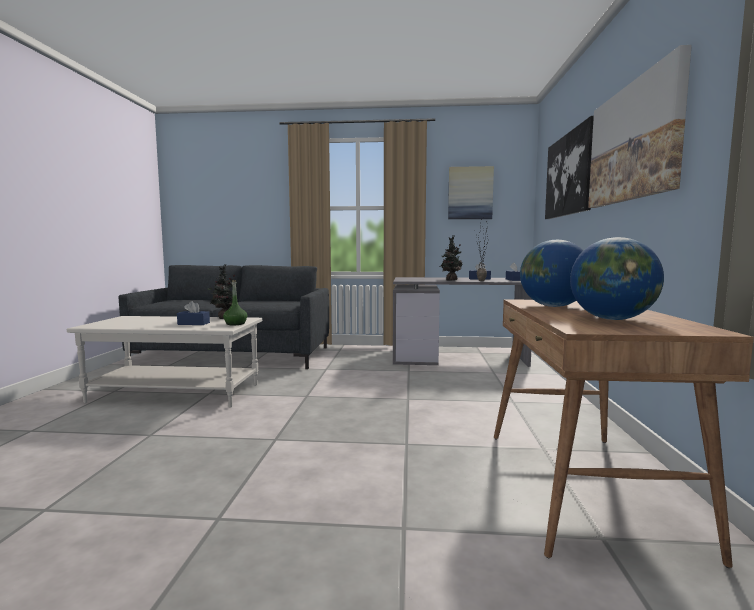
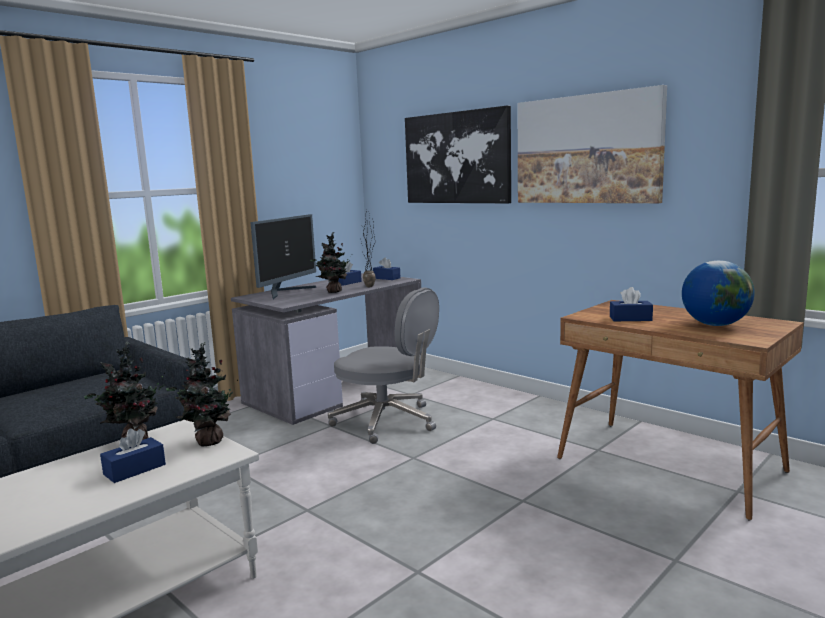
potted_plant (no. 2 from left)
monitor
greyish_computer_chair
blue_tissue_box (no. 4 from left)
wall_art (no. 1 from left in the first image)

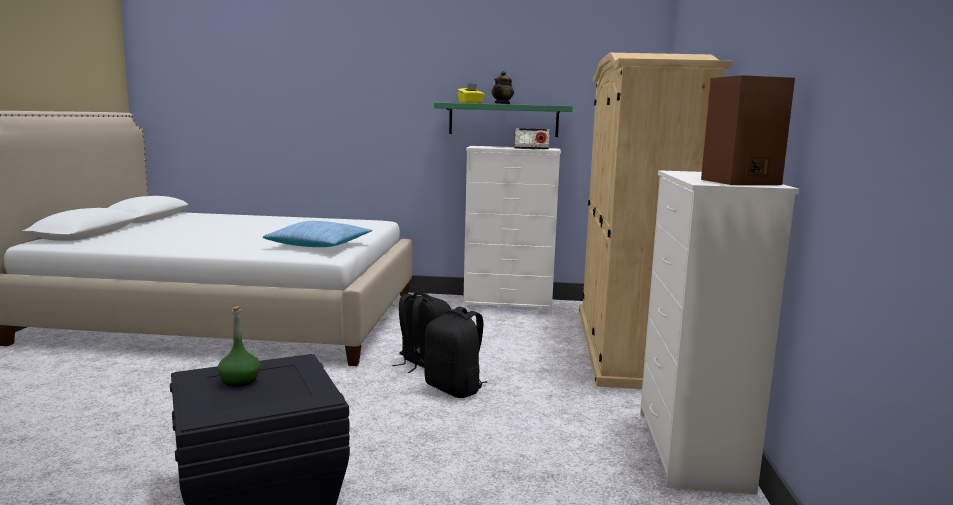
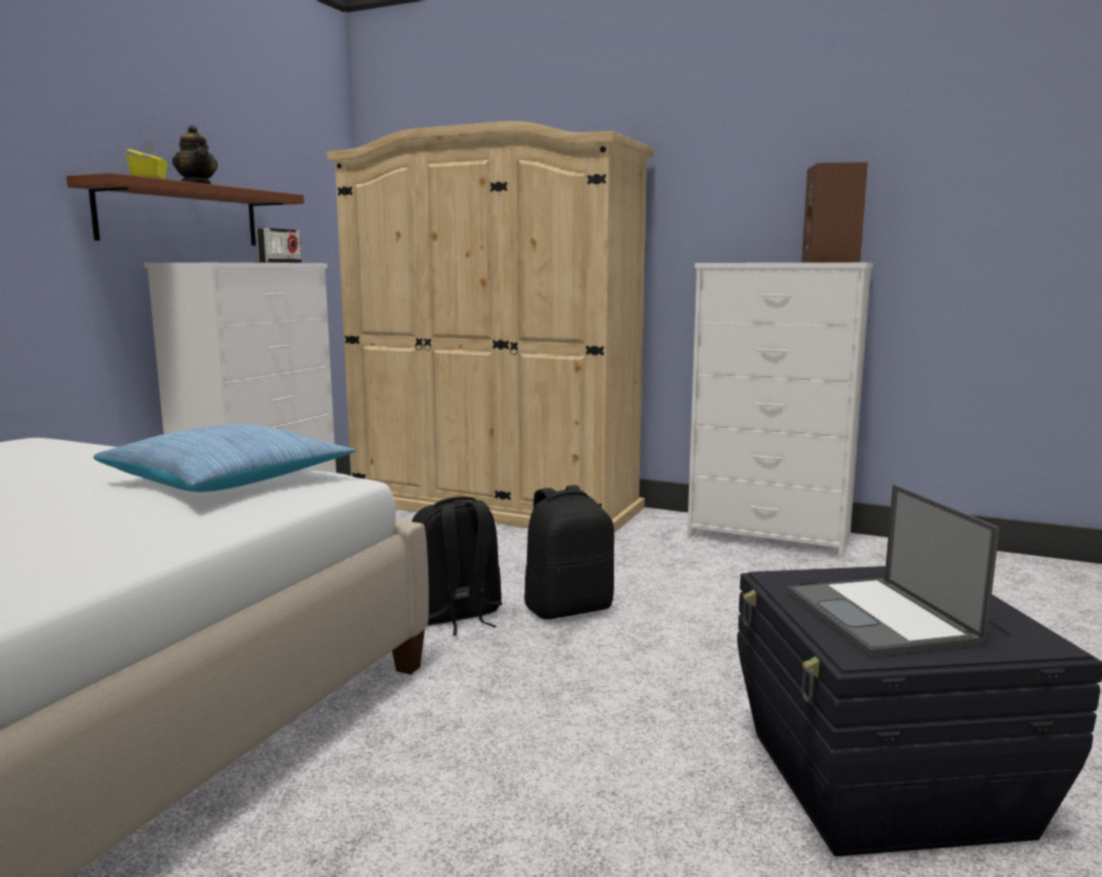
brown_wall_shelf
laptop

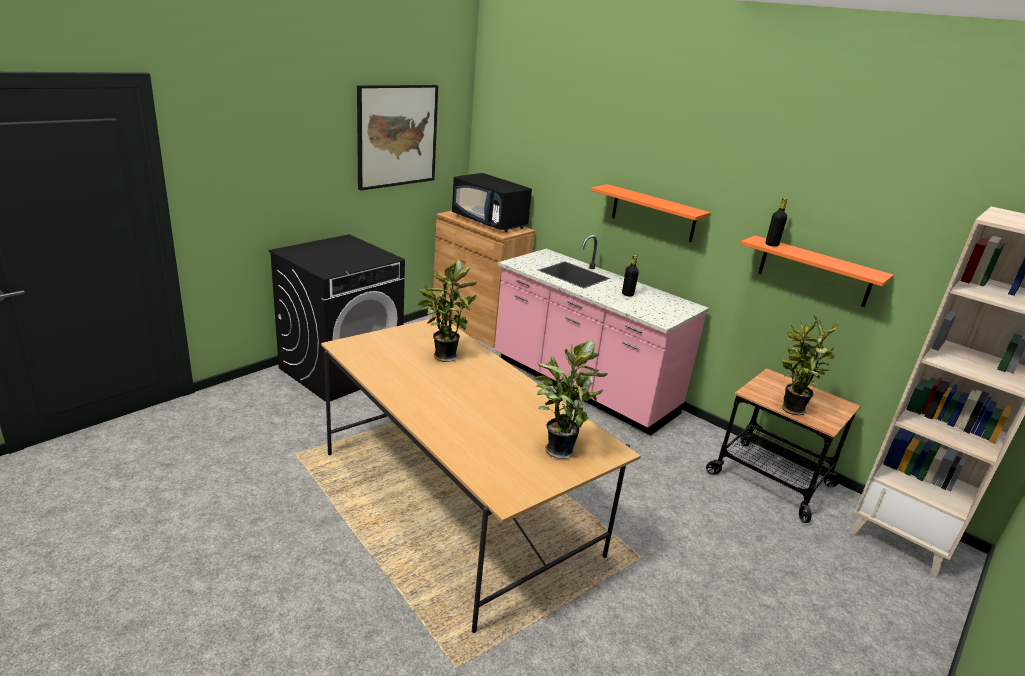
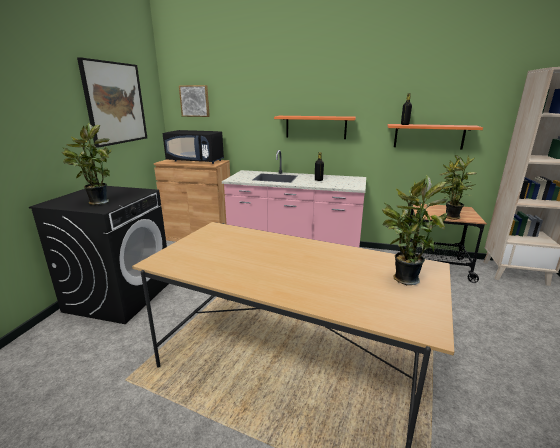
potted_plant (no. 1 from left)
wall_art (no. 2 from left)

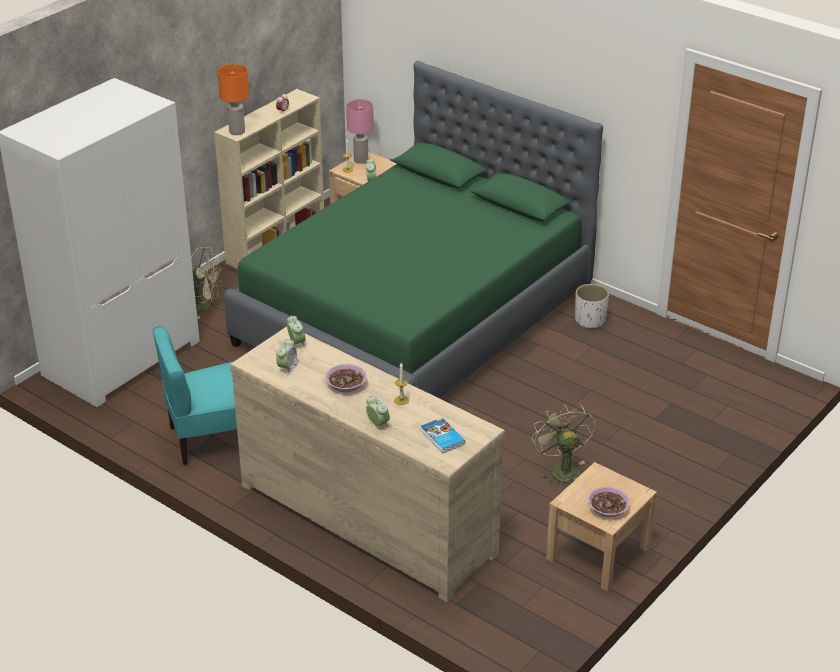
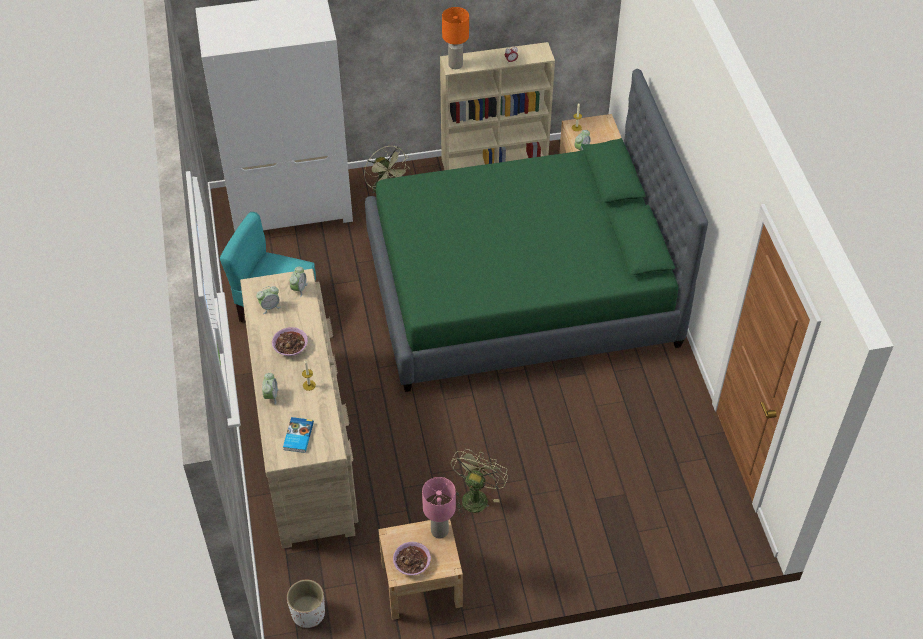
white_flower_pot
pink_lamp_for_a_table

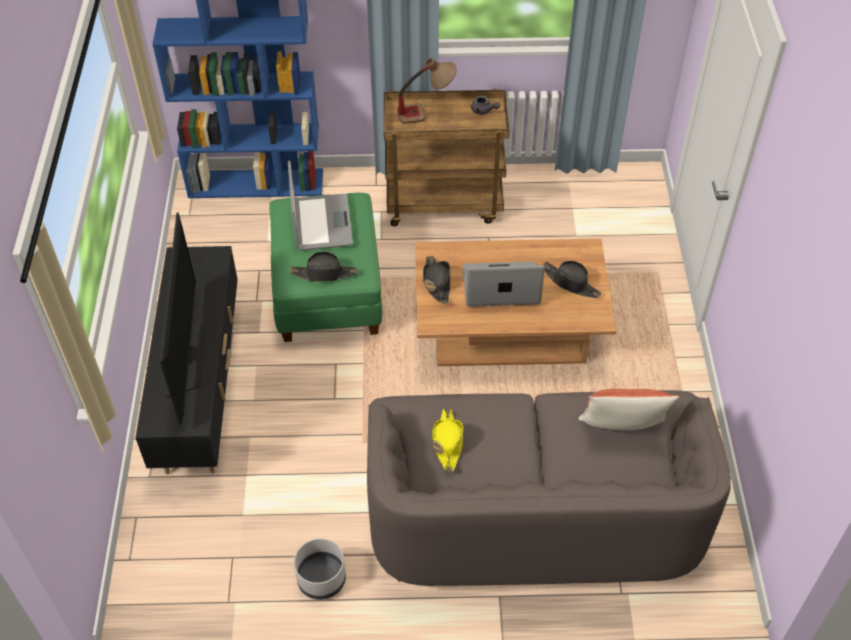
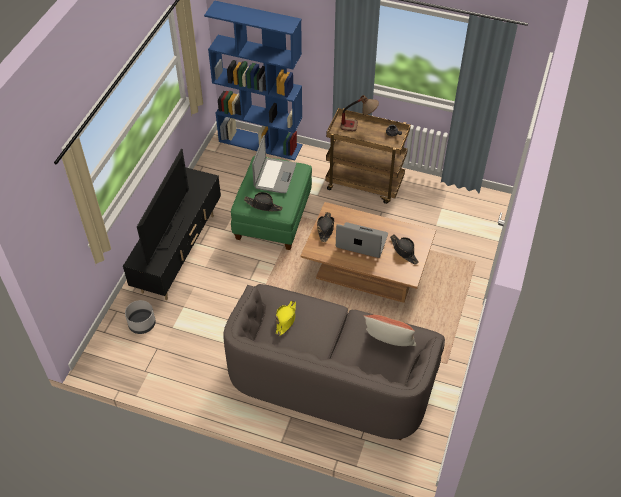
greyish_flower_pot

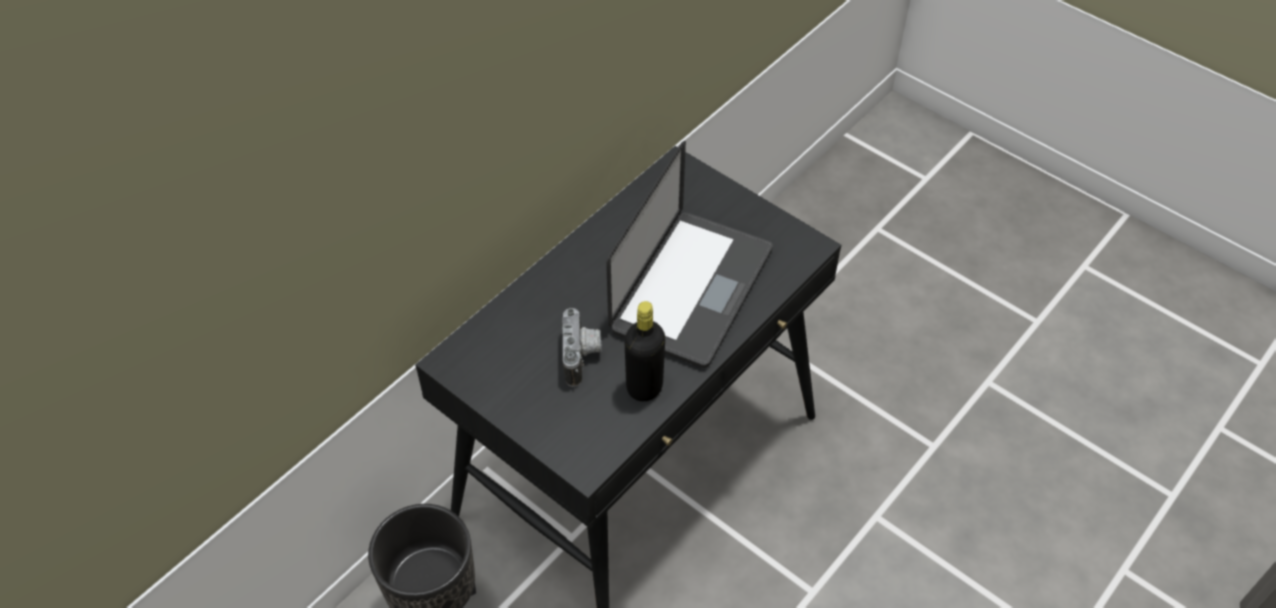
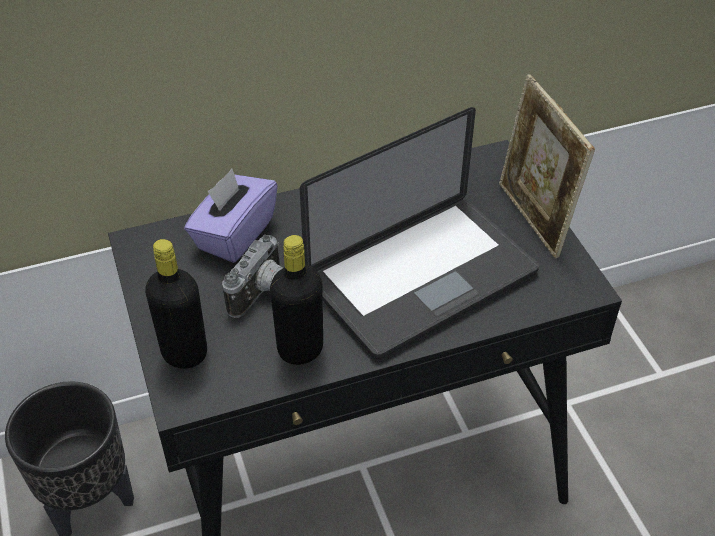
black-coloured_beverage_bottle (no. 1 from left)
purple_tissue_box
photo_frame

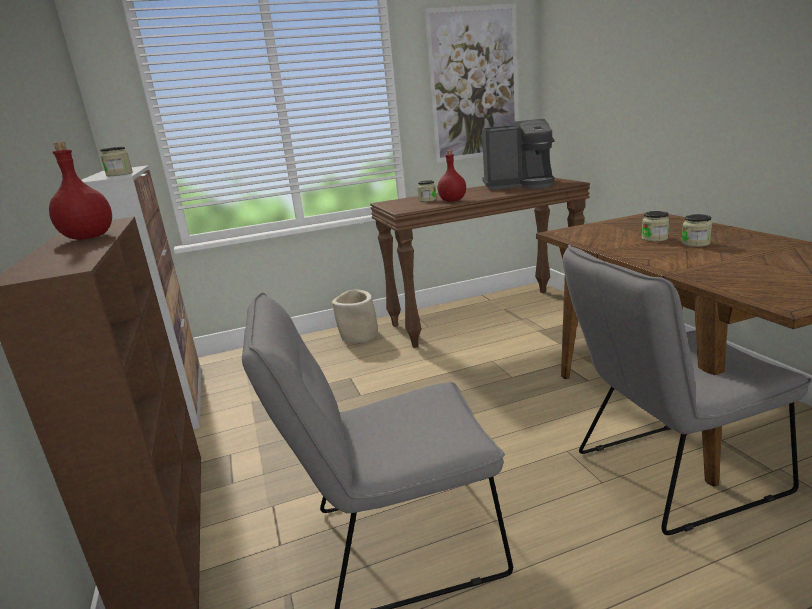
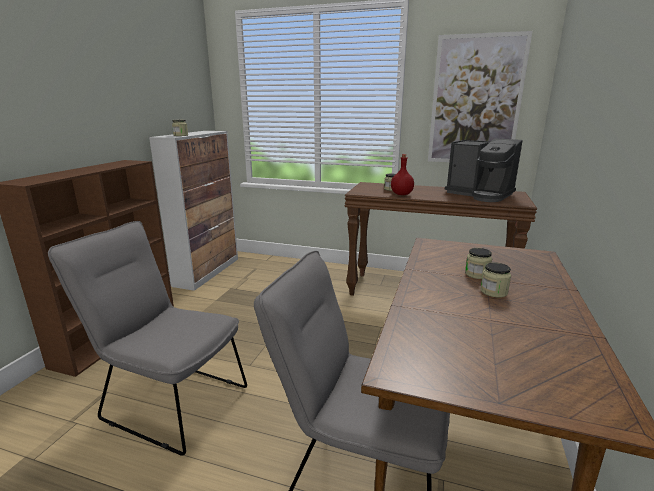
red-coloured_beverage_bottle (no. 1 from left in the first image)
beige_flower_pot

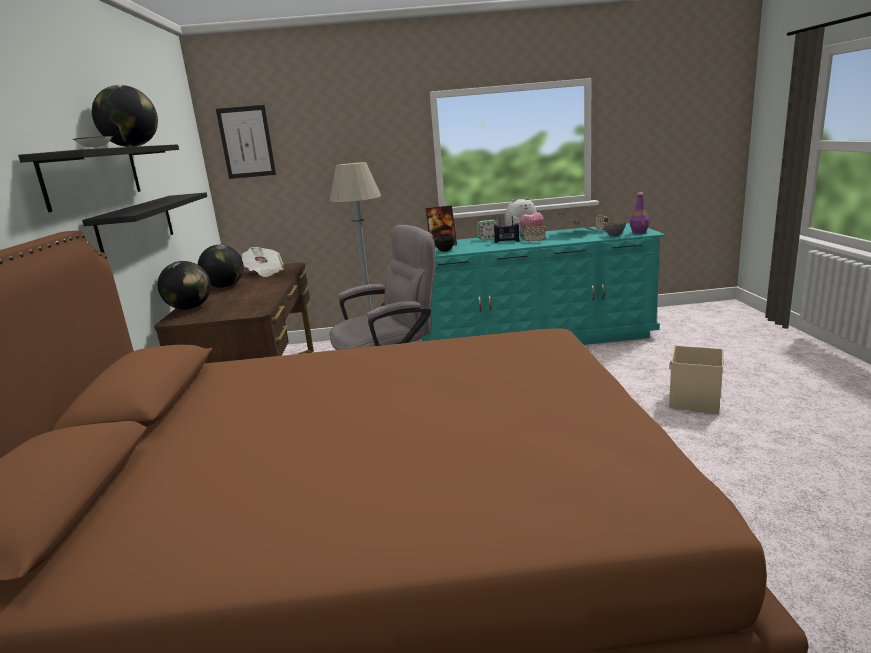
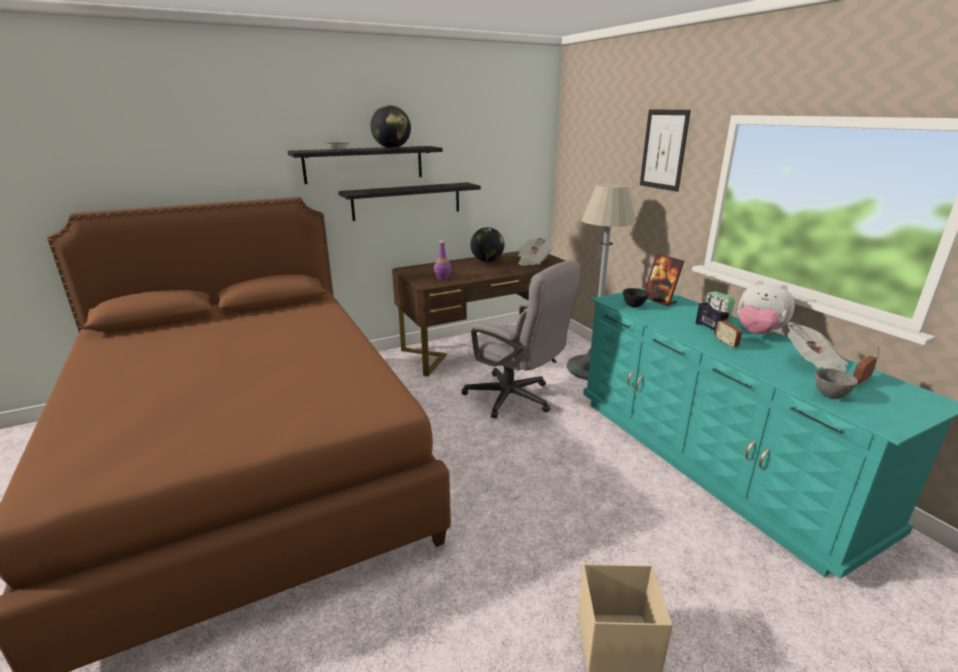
purple_beverage_bottle
wall_art
world_globe (no. 2 from left in the first image)

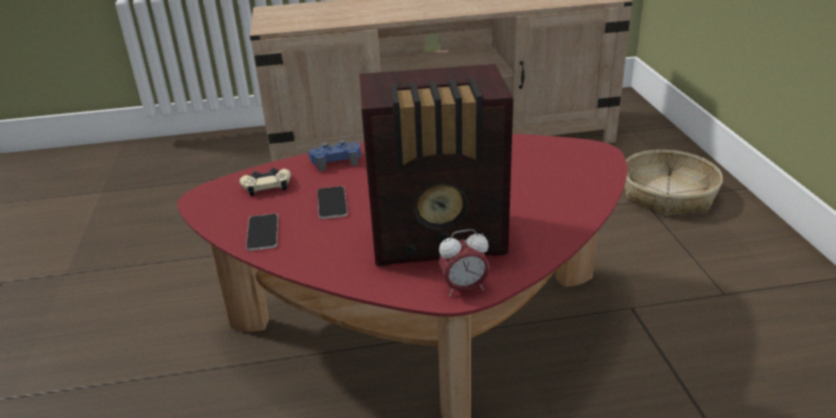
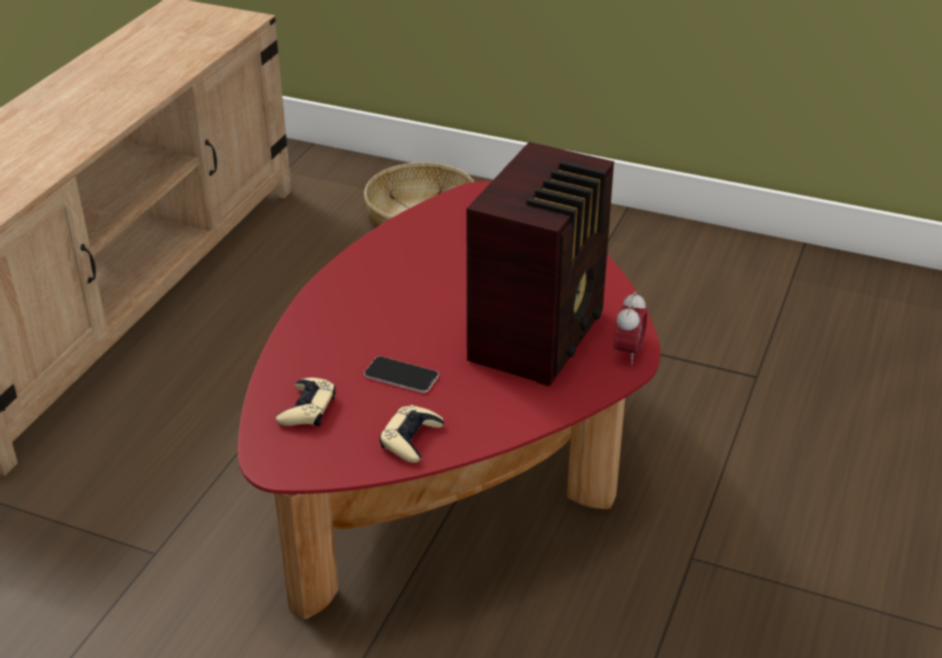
beige_gamepad (no. 2 from left)
blue_gamepad

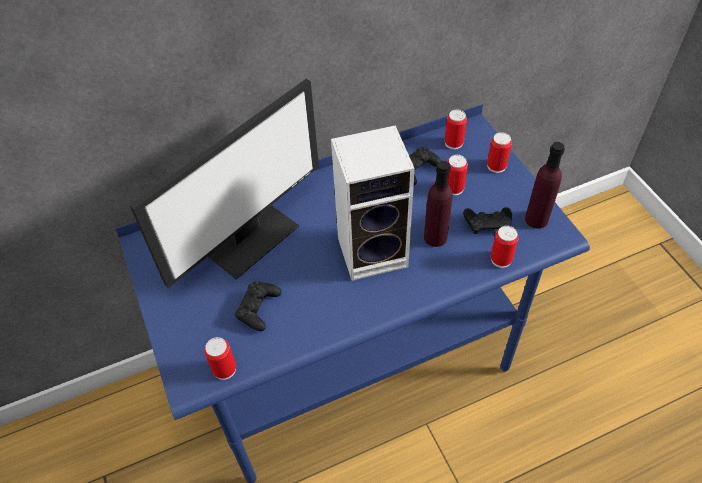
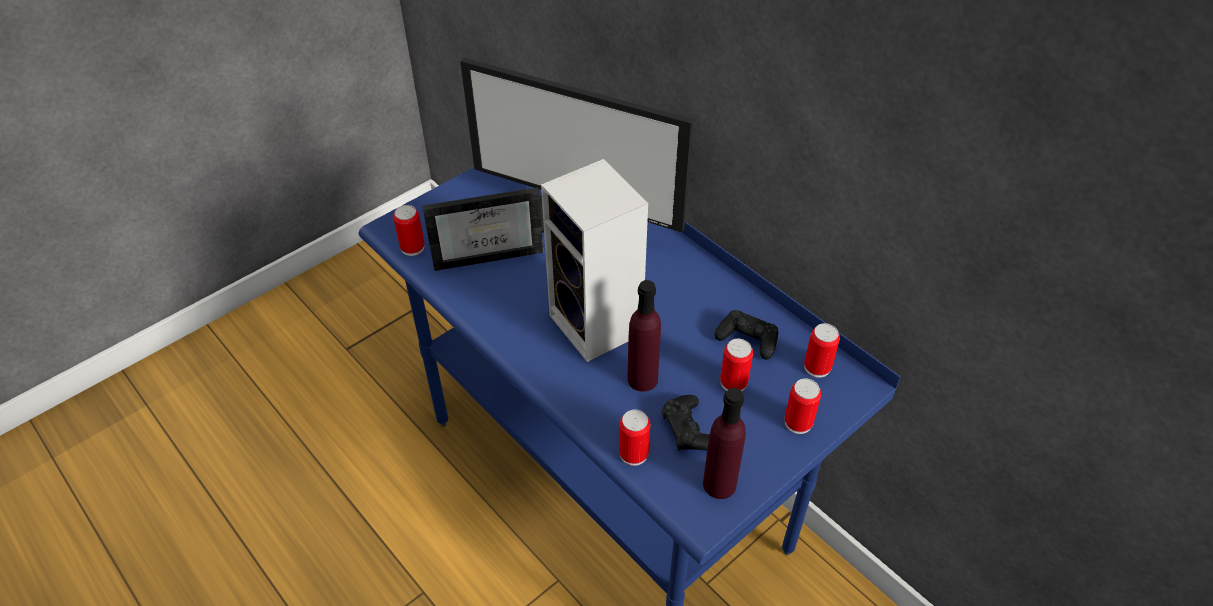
photo_frame

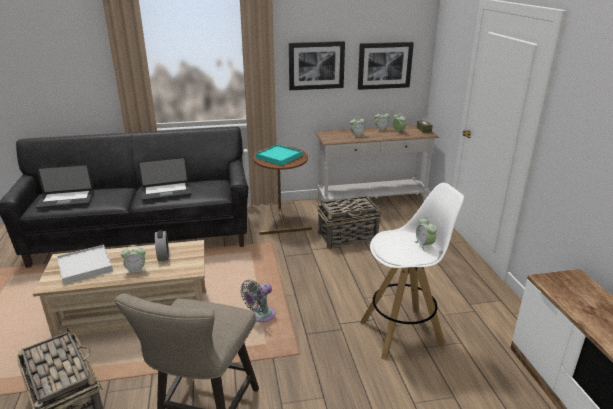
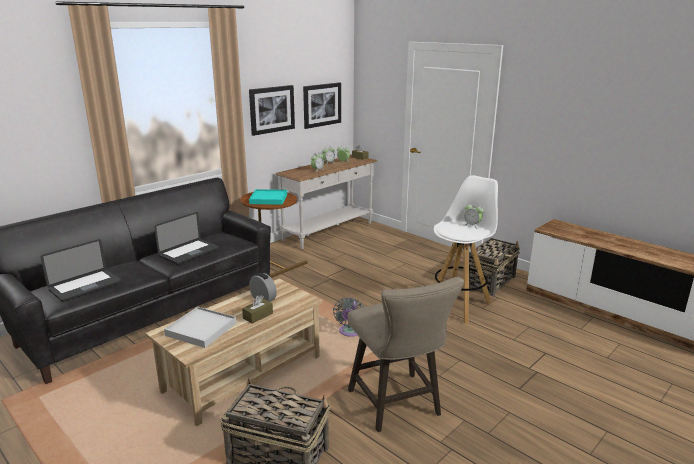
brown_tissue_box (no. 1 from left)
household_basket (no. 2 from left)

